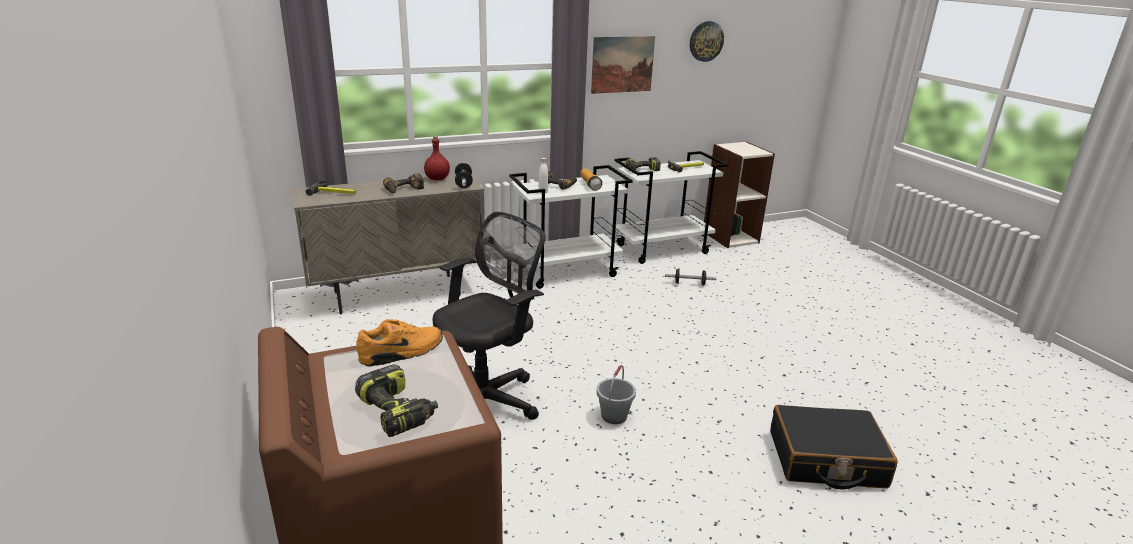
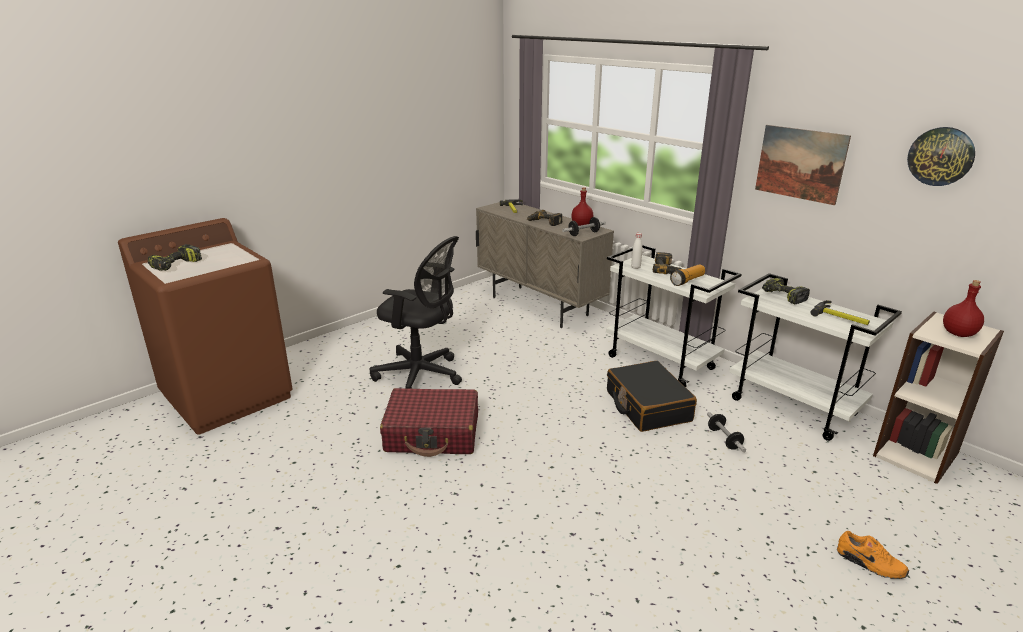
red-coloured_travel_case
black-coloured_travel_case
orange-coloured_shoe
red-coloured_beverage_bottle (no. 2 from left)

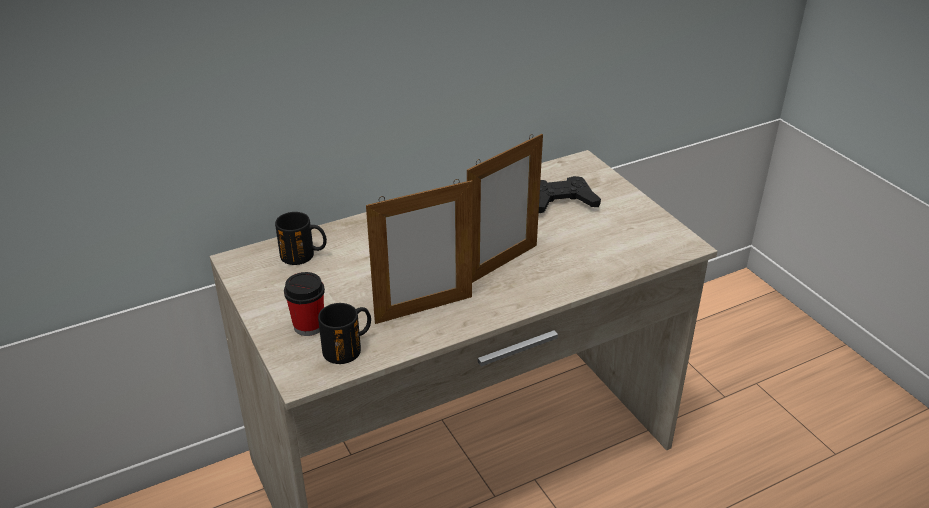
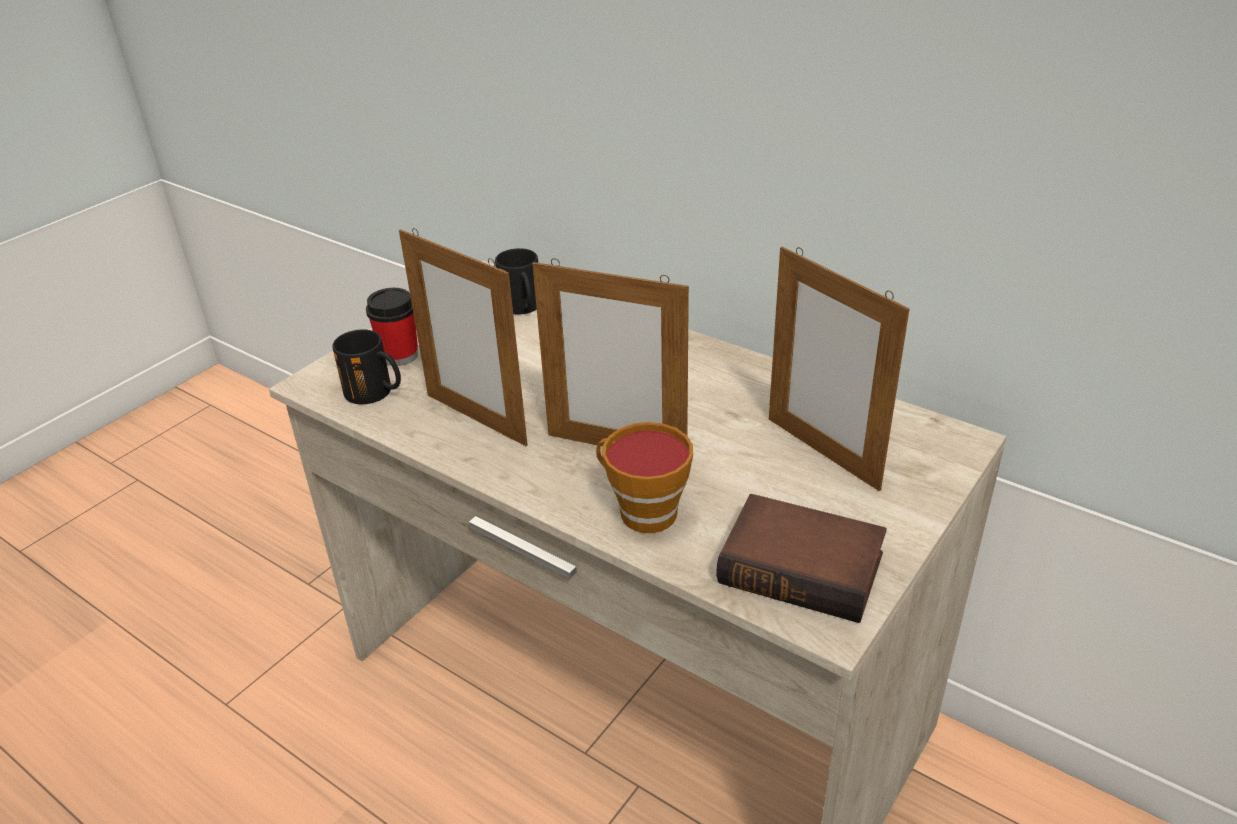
cup (no. 2 from left)
bound_book
photo_frame (no. 3 from left)

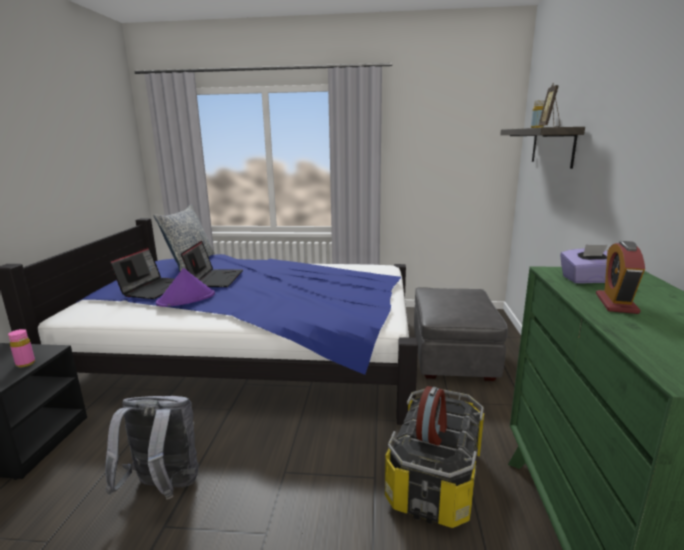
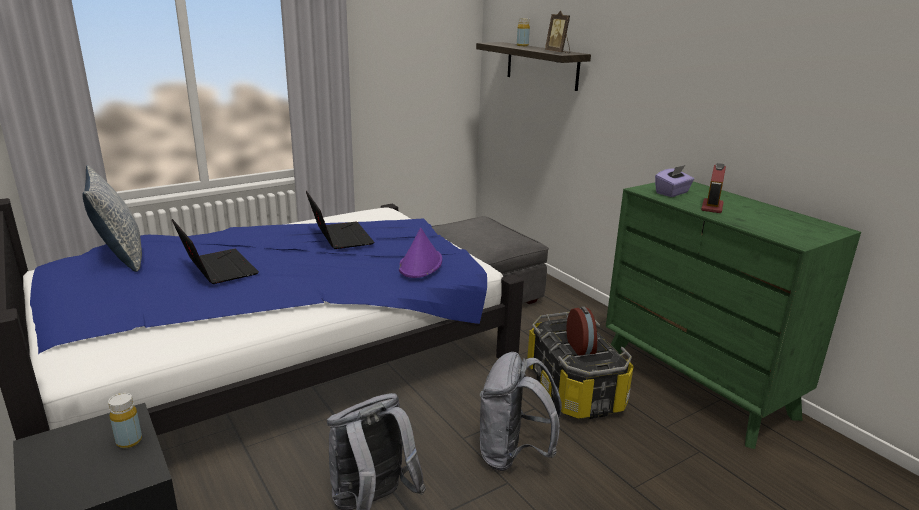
yellow_beverage_bottle (no. 1 from left)
laptop (no. 2 from left)
purple_hat
greyish_rucksack (no. 2 from left)
bedside_clock (no. 2 from left)

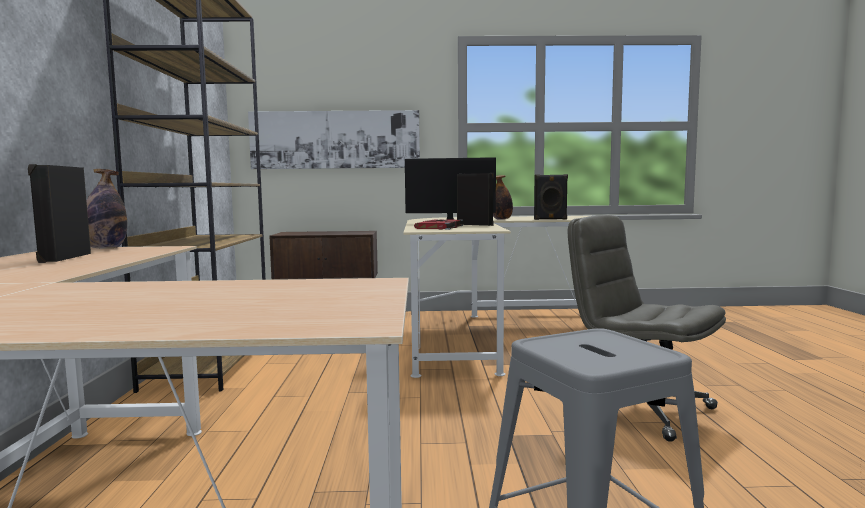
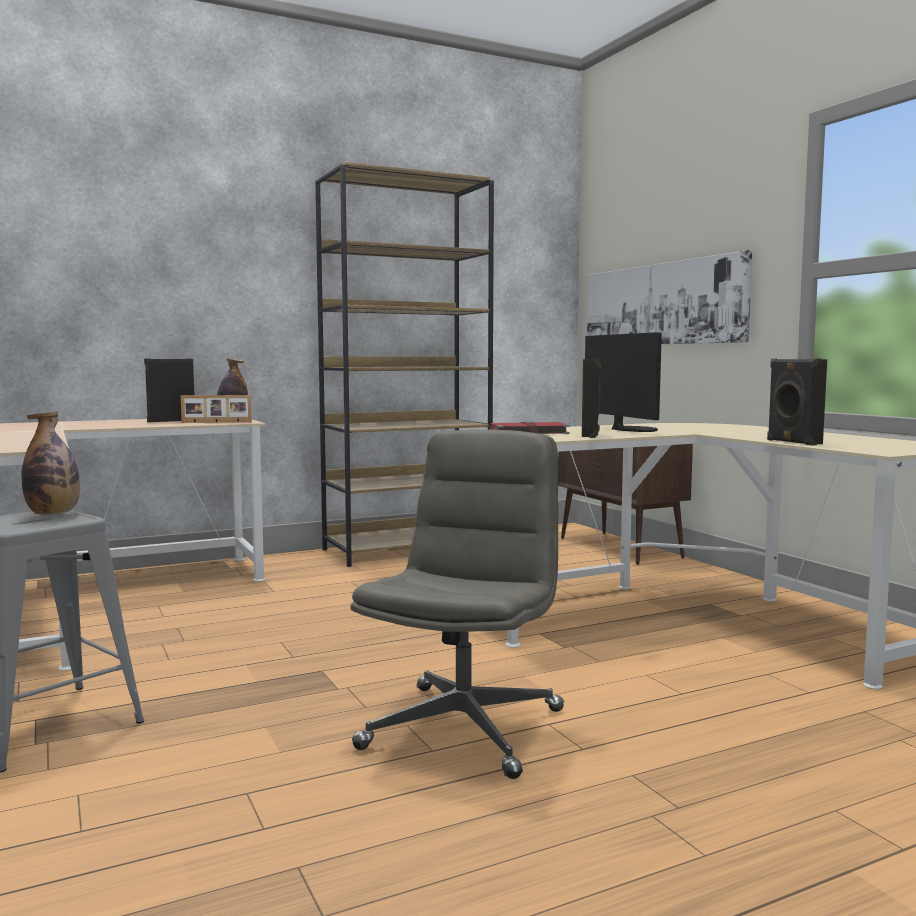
beverage_bottle (no. 1 from left)
photo_frame

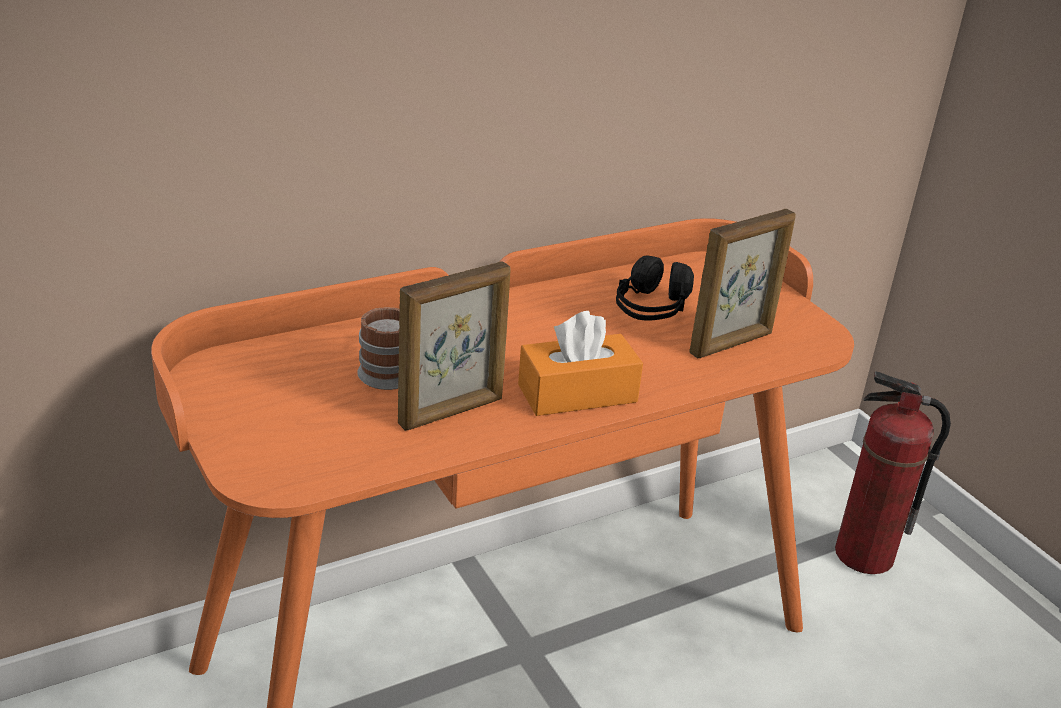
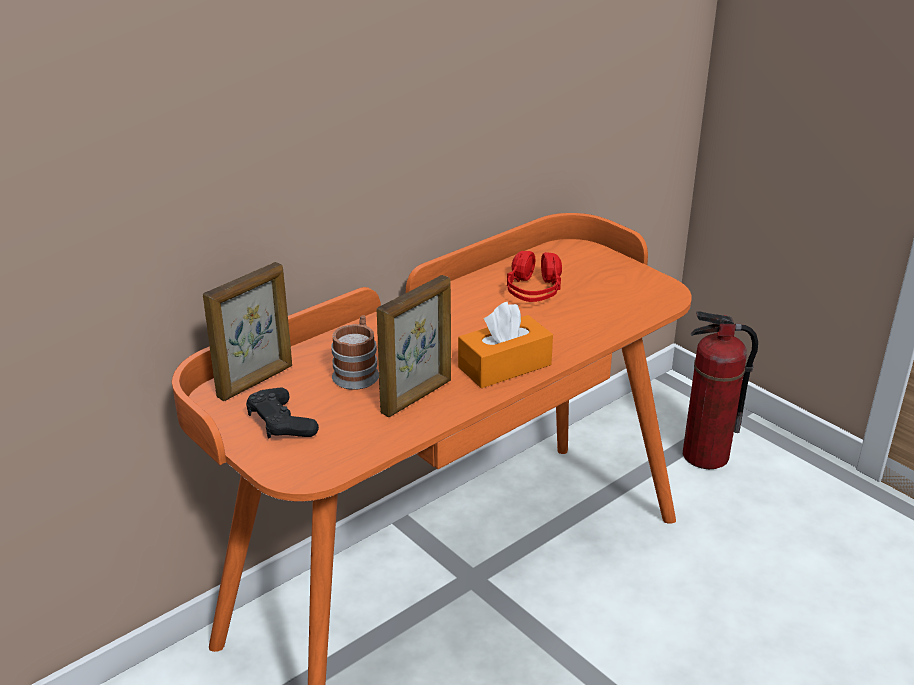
photo_frame (no. 1 from left)
black-coloured_gamepad
red-coloured_headphones

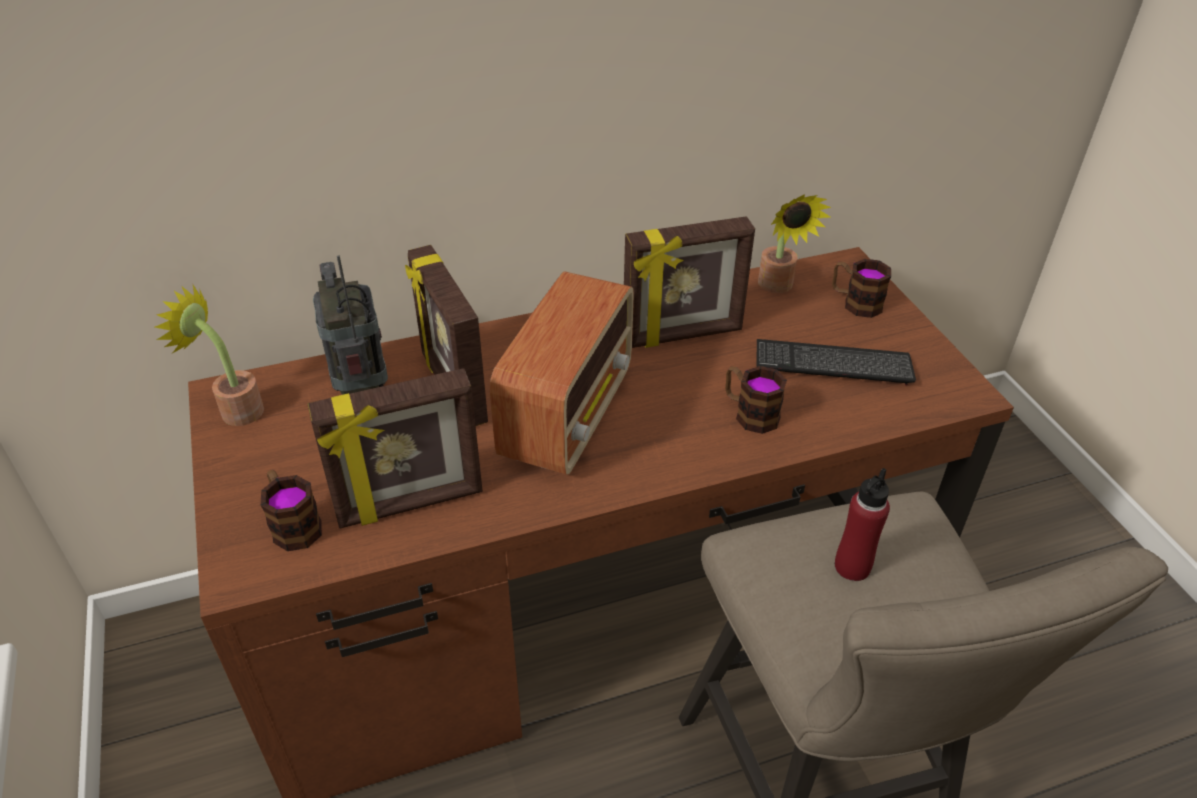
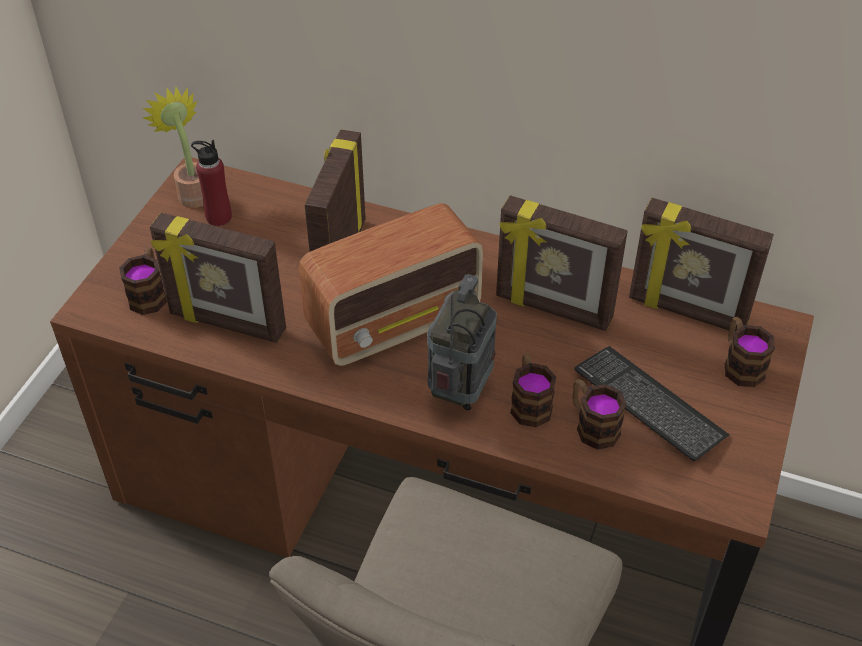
red-coloured_beverage_bottle
radio_set (no. 2 from left)
tea_mug (no. 3 from left)
photo_frame (no. 4 from left)

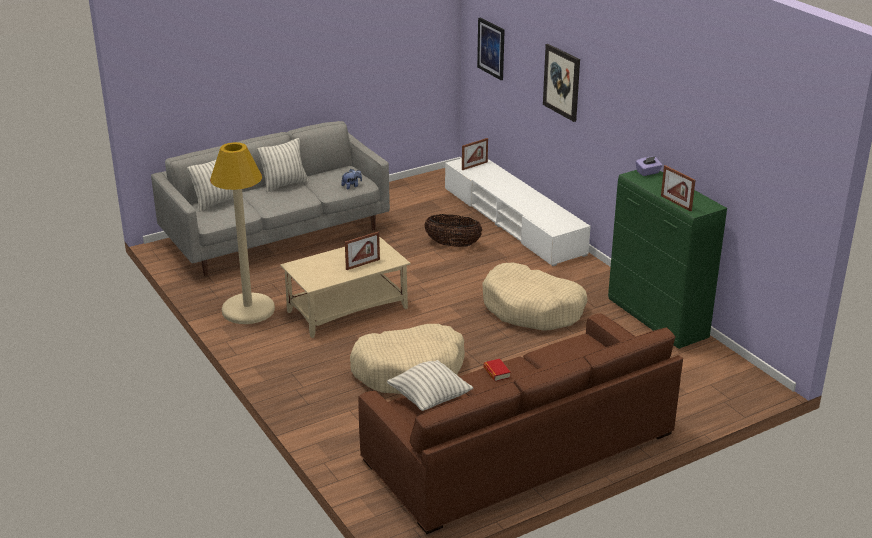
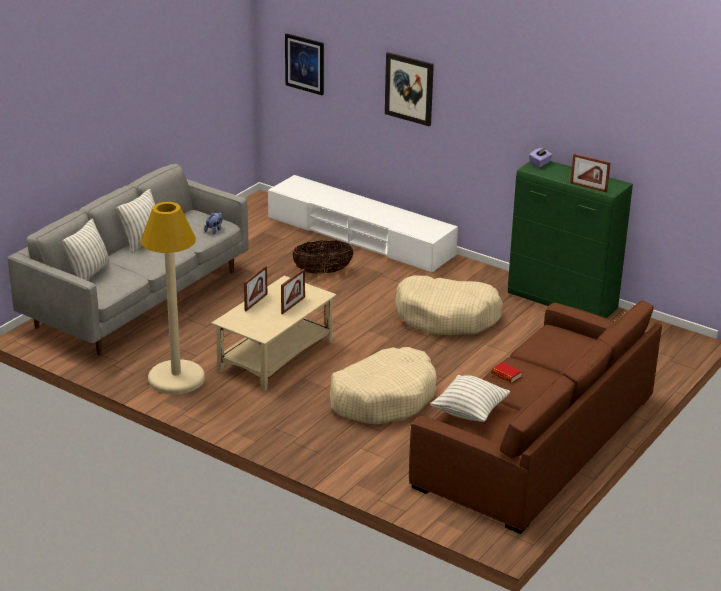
photo_frame (no. 1 from left)

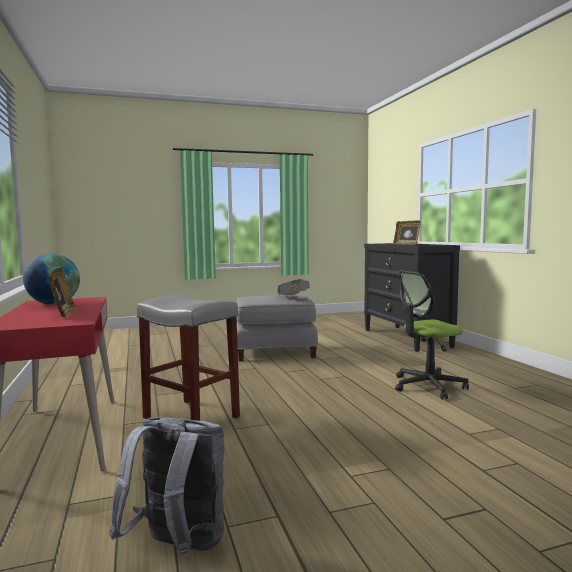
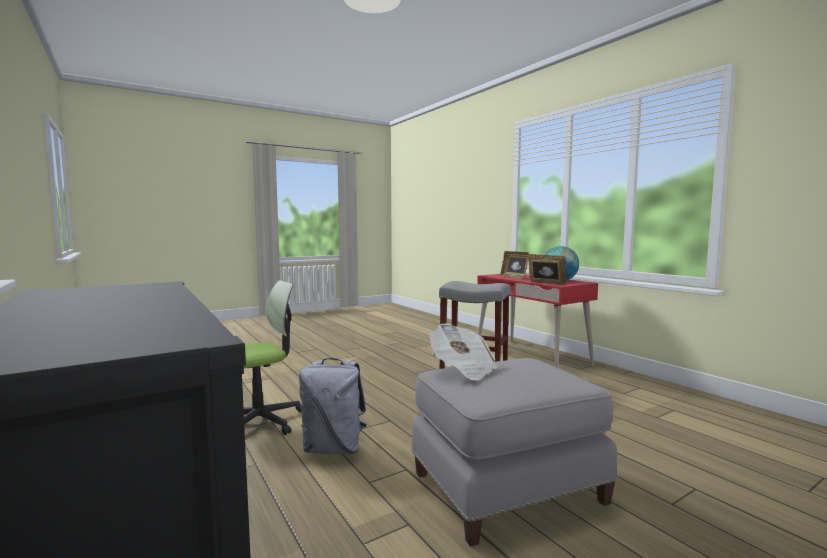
greyish_rucksack
photo_frame (no. 2 from left)

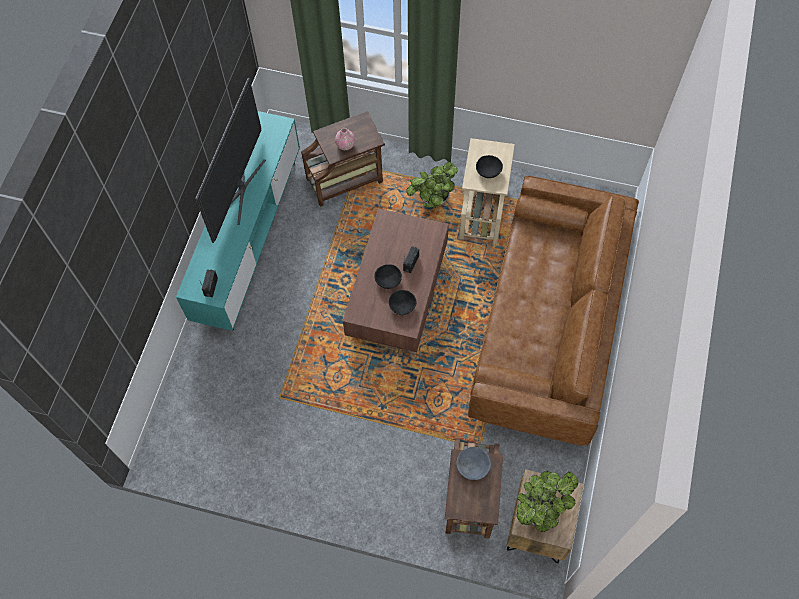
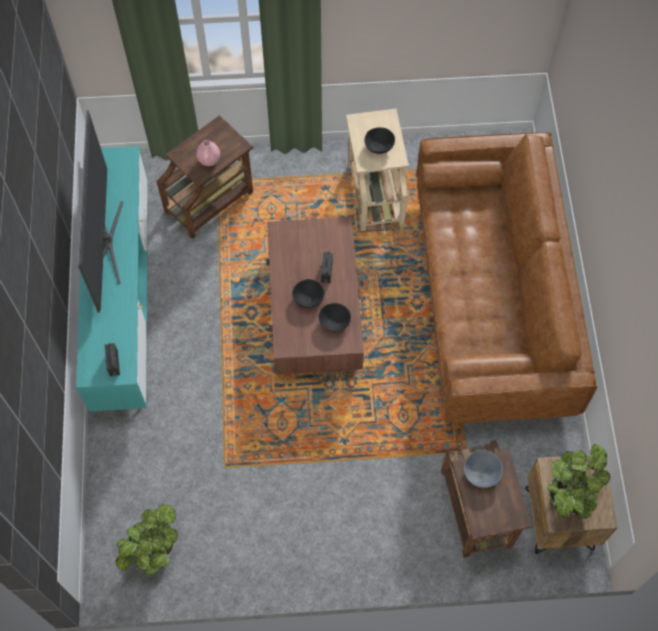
potted_plant (no. 1 from left)

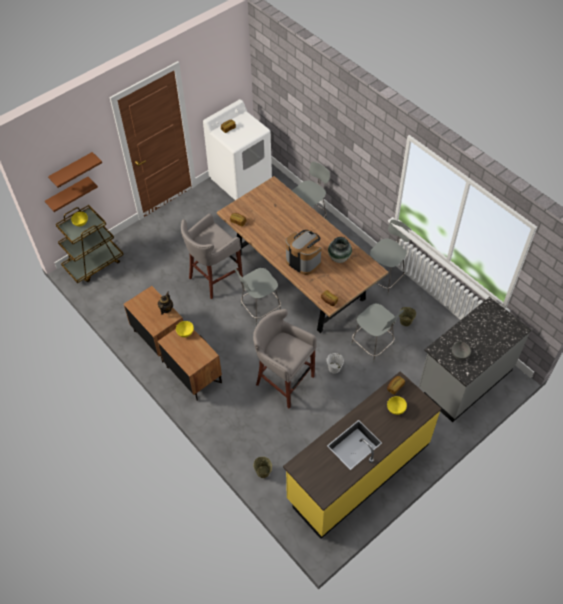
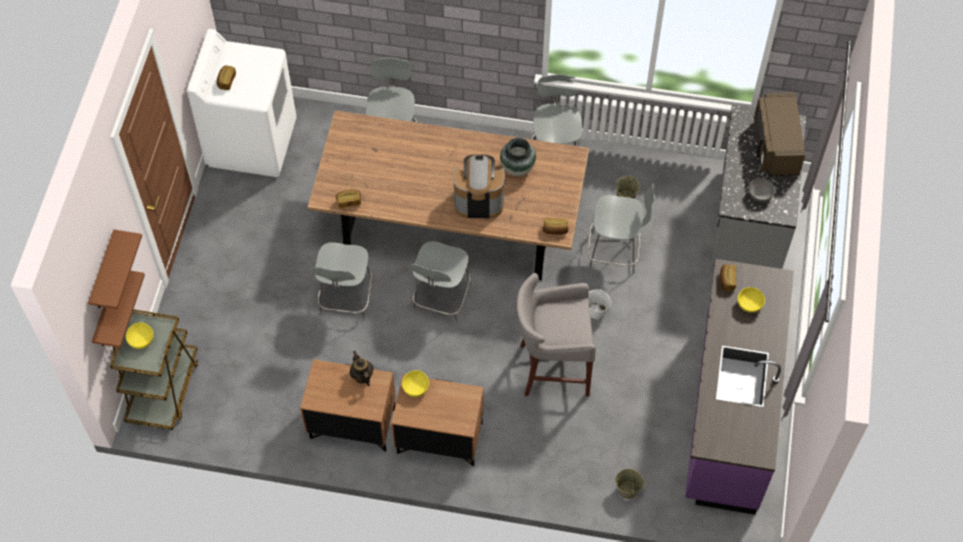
greyish_upright_chair (no. 1 from left)
purple_counter
brown_microwave

